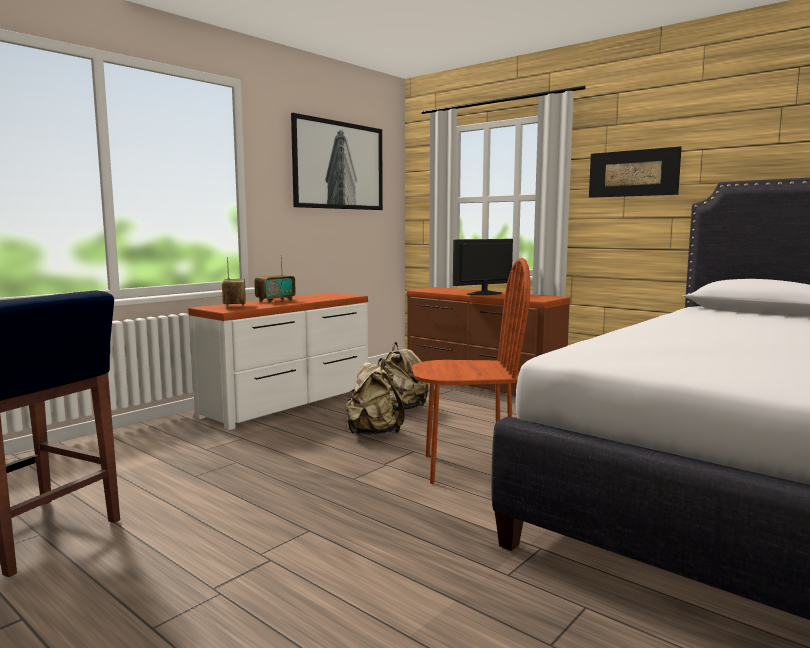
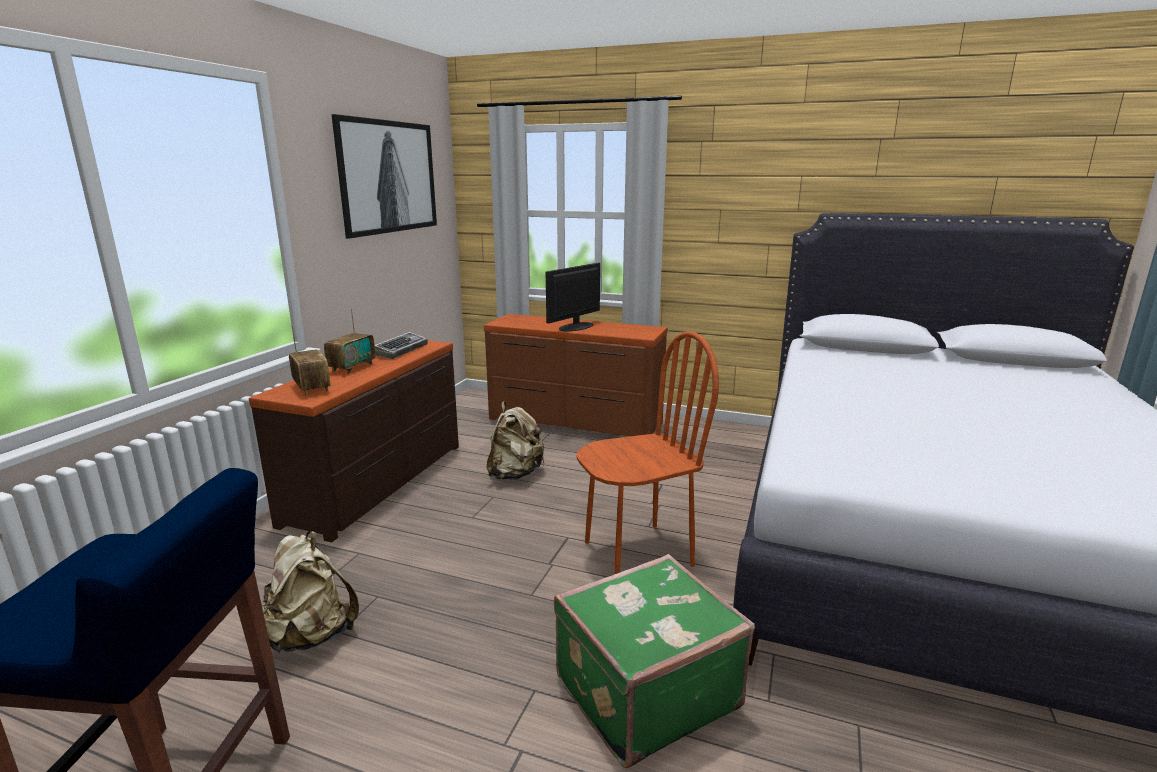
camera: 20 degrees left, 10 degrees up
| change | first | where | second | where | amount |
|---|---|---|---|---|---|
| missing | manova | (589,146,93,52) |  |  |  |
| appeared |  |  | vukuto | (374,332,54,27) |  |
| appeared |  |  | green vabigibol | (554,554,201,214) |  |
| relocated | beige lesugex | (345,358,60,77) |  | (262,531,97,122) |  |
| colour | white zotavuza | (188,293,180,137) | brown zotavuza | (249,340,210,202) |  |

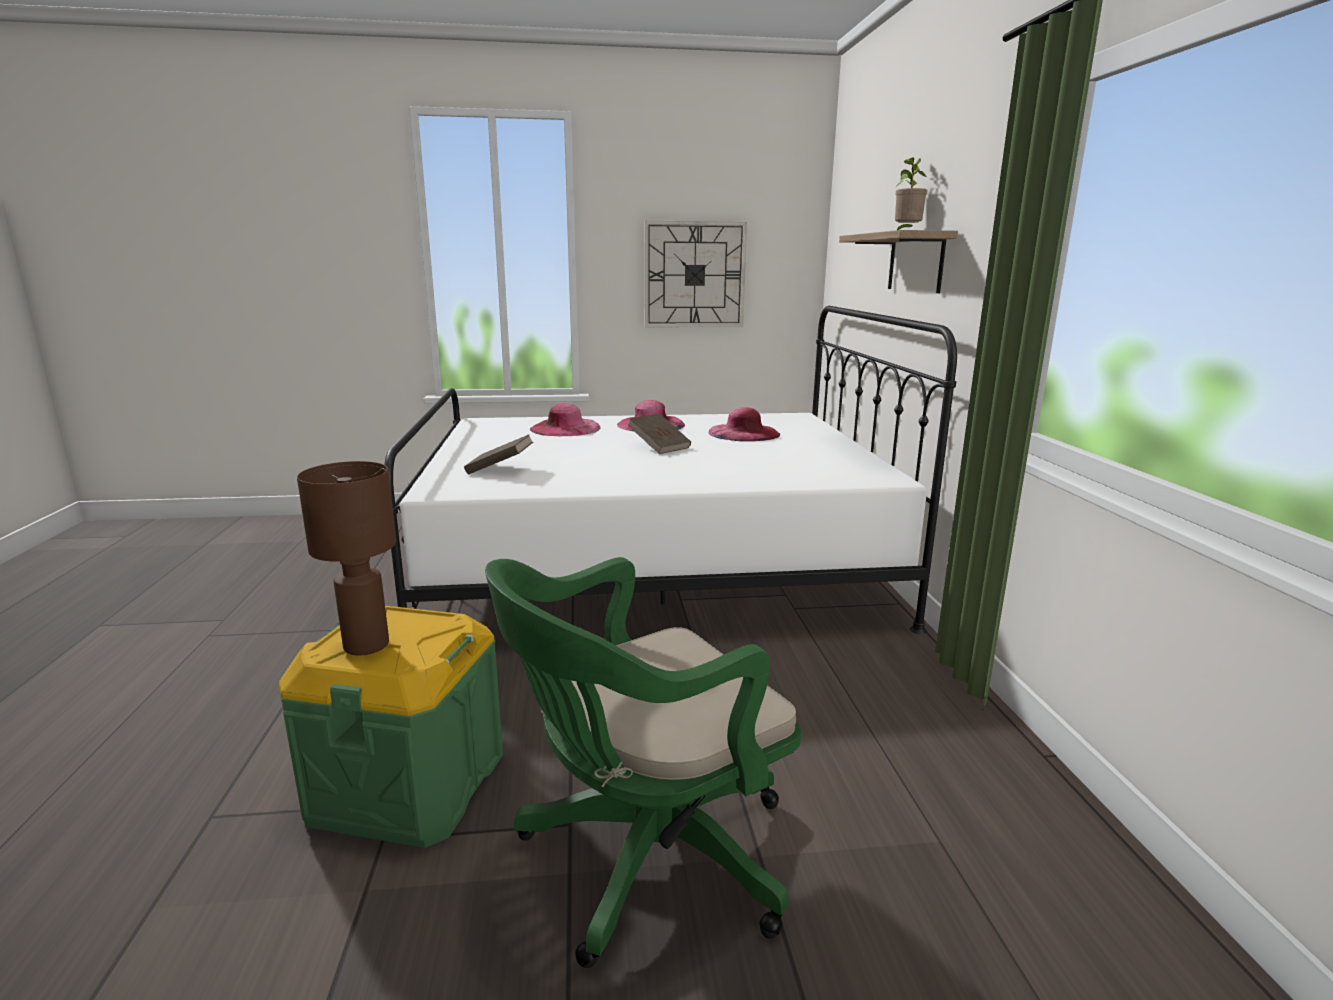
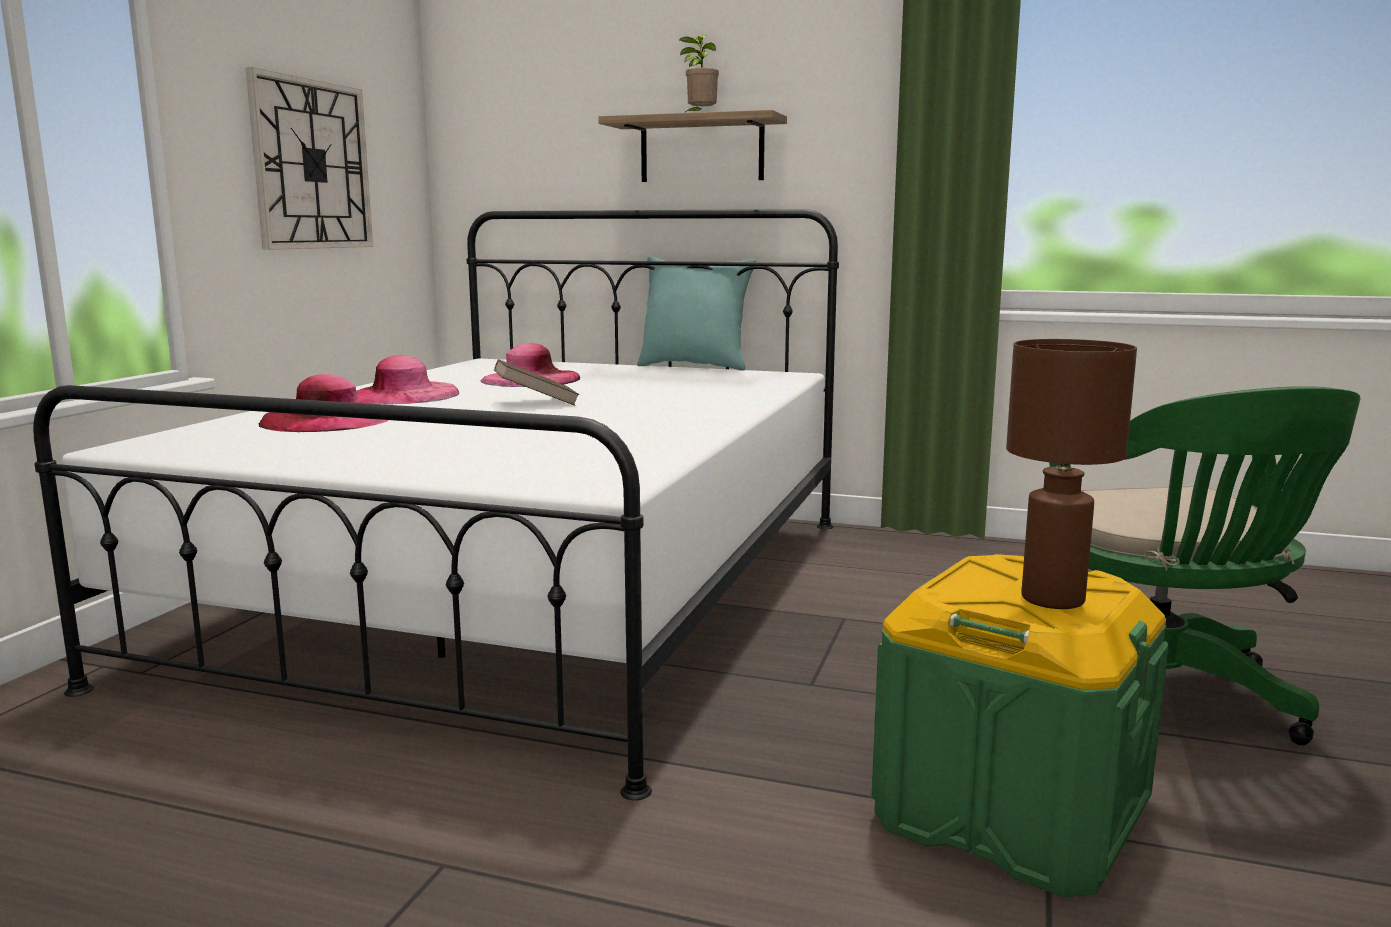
camera: 65 degrees left, 5 degrees down
| change | first | where | second | where | amount |
|---|---|---|---|---|---|
| missing | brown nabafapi | (464,434,69,41) |  |  |  |
| appeared |  |  | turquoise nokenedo | (637,257,119,114) |  |

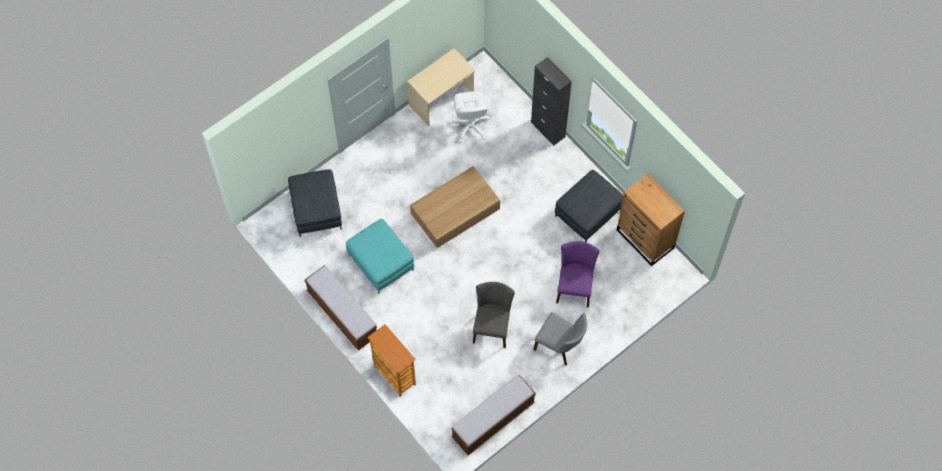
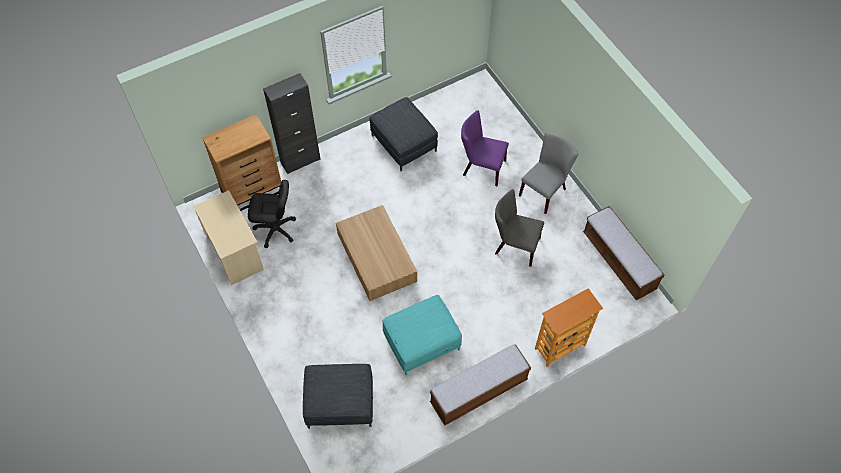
camera: 80 degrees left, 5 degrees down
| change | first | where | second | where | amount |
|---|---|---|---|---|---|
| relocated | brown zotavuza | (617,174,68,92) |  | (202,114,79,97) |  |
| colour | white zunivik | (450,91,40,52) | black zunivik | (248,180,48,68) |  |

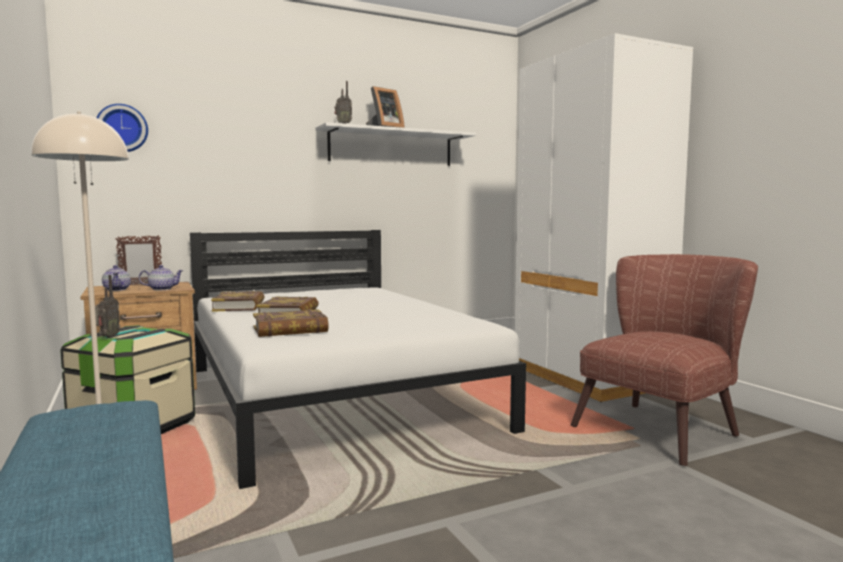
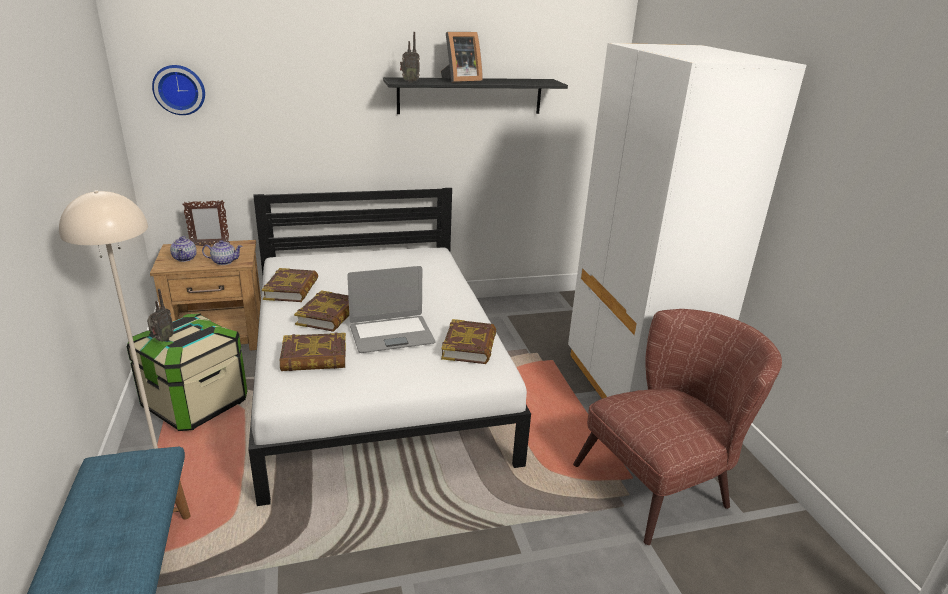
camera: 10 degrees right, 20 degrees up
| change | first | where | second | where | amount |
|---|---|---|---|---|---|
| appeared |  |  | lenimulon | (347,266,89,87) |  |
| appeared |  |  | nabafapi | (441,319,55,45) |  |
| colour | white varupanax | (315,122,161,44) | black varupanax | (383,77,185,37) |  |

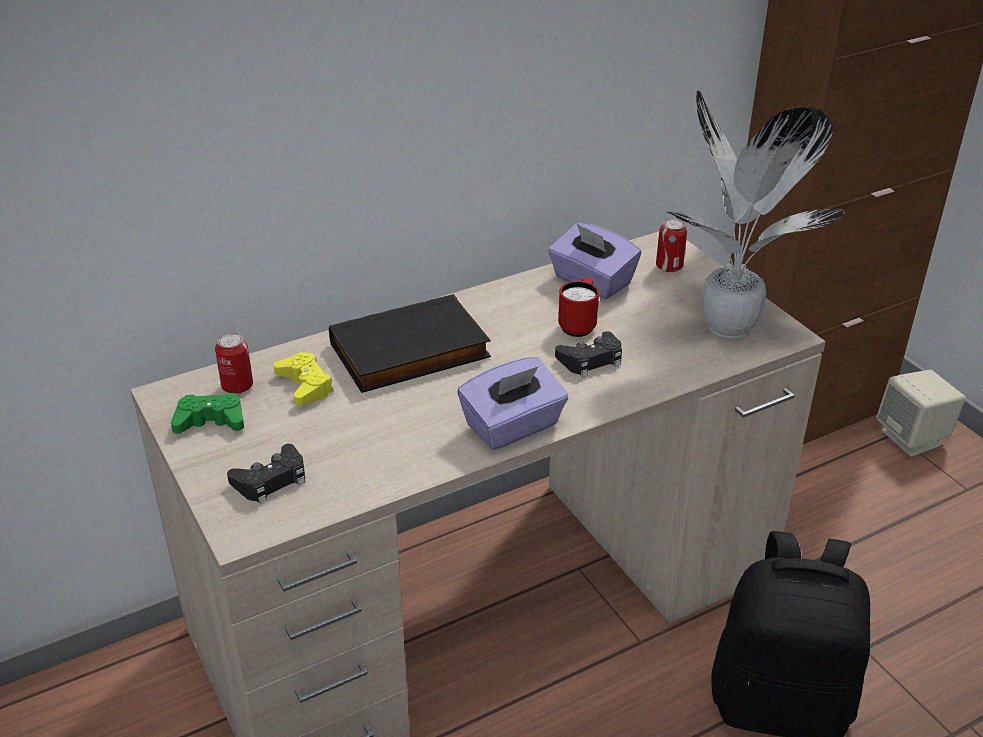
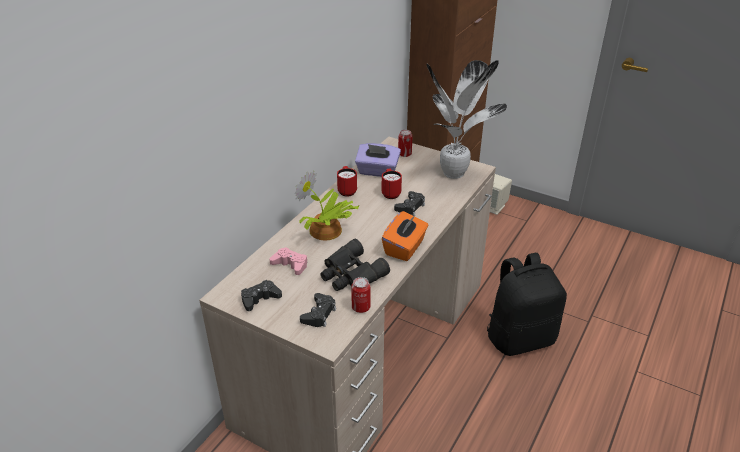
camera: 30 degrees left, 0 degrees up
| change | first | where | second | where | amount |
|---|---|---|---|---|---|
| appeared |  |  | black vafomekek | (320,239,70,52) |  |
| appeared |  |  | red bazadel | (337,166,20,31) |  |
| relocated | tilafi | (215,332,38,62) |  | (351,277,19,36) |  |
| exchanged | black nabafapi | (329,294,162,99) | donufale | (294,171,65,69) |  |
| colour | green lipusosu | (171,393,73,41) | black lipusosu | (241,280,41,31) |  |
| colour | yellow lipusosu | (273,352,61,54) | pink lipusosu | (269,247,39,28) |  |
| colour | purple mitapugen | (457,357,112,93) | orange mitapugen | (382,211,46,50) |  |

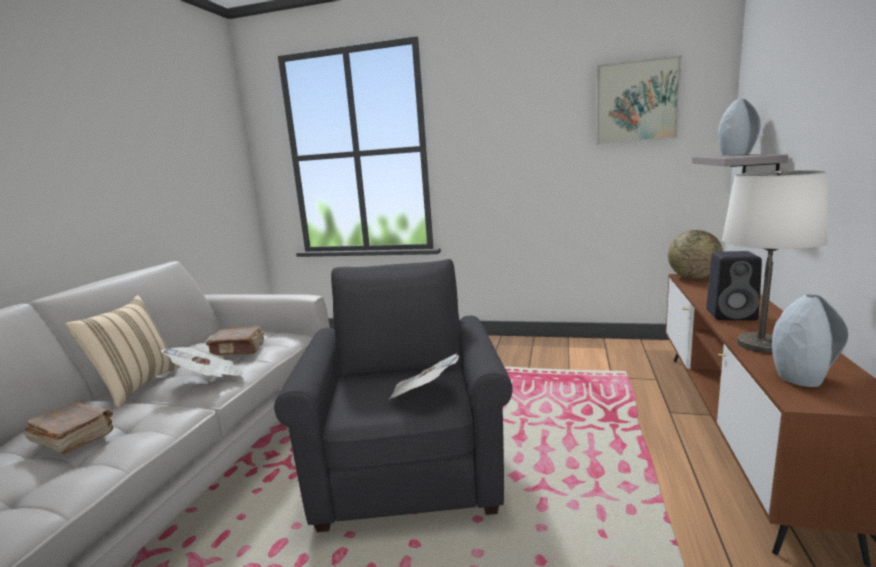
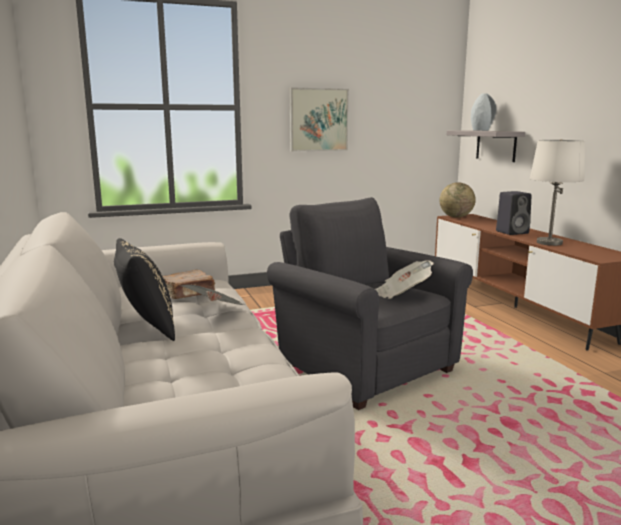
camera: 35 degrees left, 0 degrees up
| change | first | where | second | where | amount |
|---|---|---|---|---|---|
| missing | brown nabafapi | (25,402,88,52) |  |  |  |
| missing | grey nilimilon | (772,294,76,93) |  |  |  |
| relocated | manova | (596,55,86,89) |  | (290,88,59,64) |  |
| colour | beige nokenedo | (65,295,115,113) | black nokenedo | (114,238,61,103) |  |

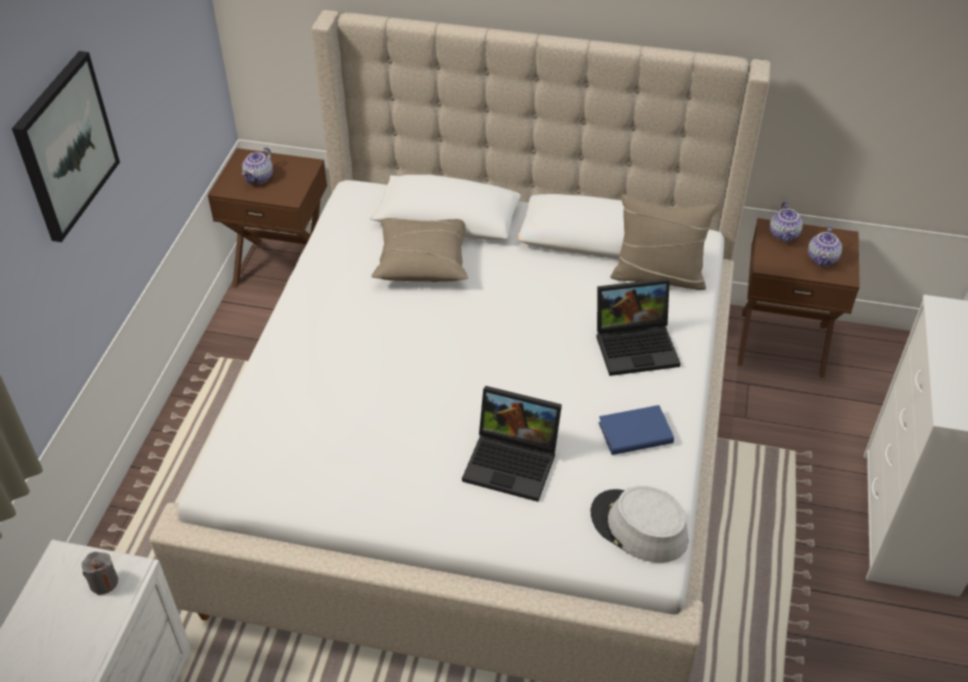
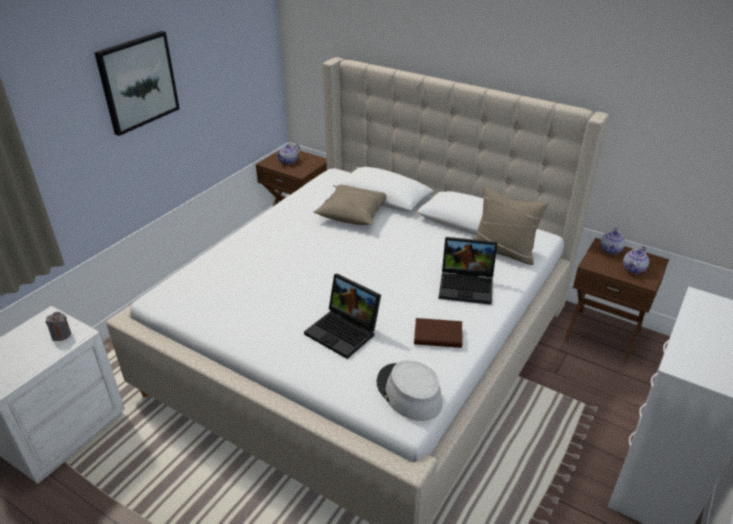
camera: 20 degrees right, 10 degrees down
| change | first | where | second | where | amount |
|---|---|---|---|---|---|
| colour | blue nabafapi | (598,405,76,50) | brown nabafapi | (414,318,49,30) |  |

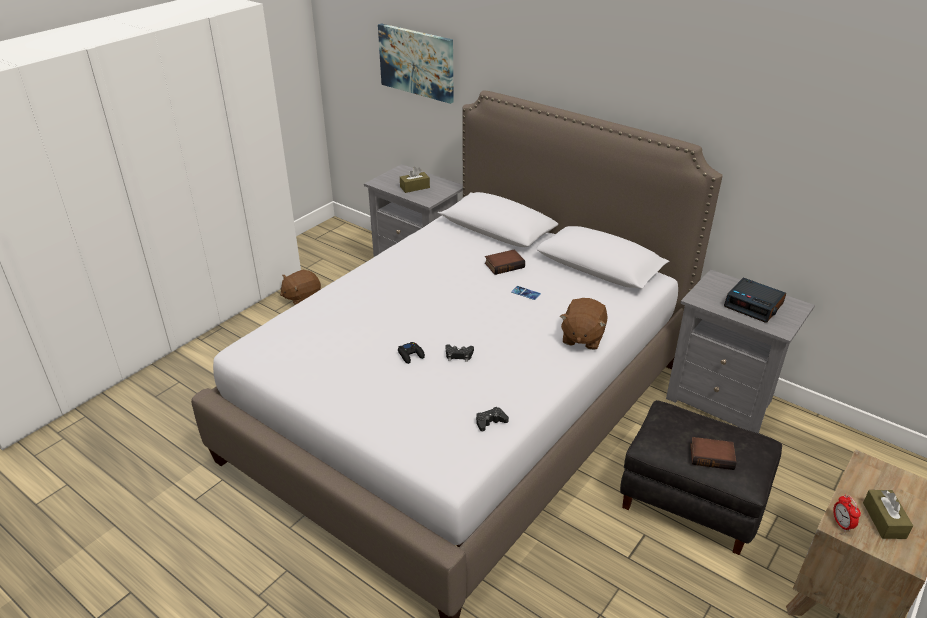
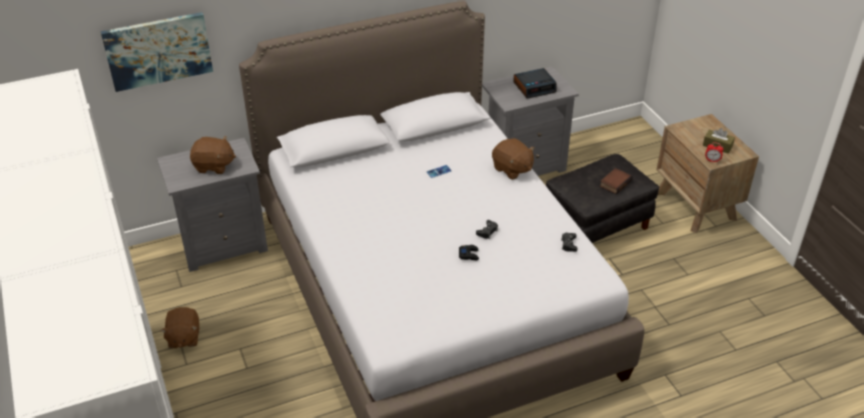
camera: 60 degrees left, 5 degrees up
| change | first | where | second | where | amount |
|---|---|---|---|---|---|
| missing | nabafapi | (485,249,40,26) |  |  |  |
| exchanged | brown mitapugen | (400,167,30,26) | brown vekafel | (190,136,46,38) |  |

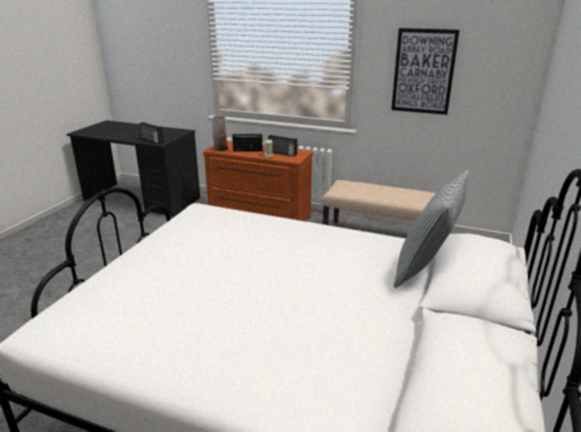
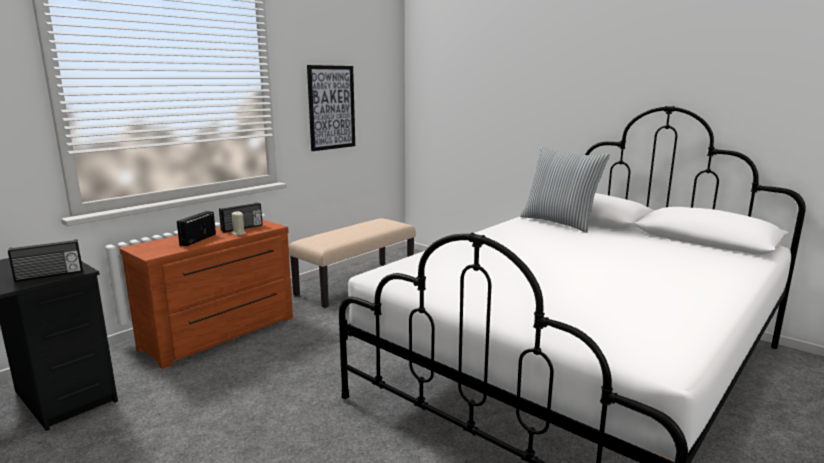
camera: 70 degrees left, 10 degrees down
| change | first | where | second | where | amount |
|---|---|---|---|---|---|
| missing | nilimilon | (212,115,16,36) |  |  |  |

